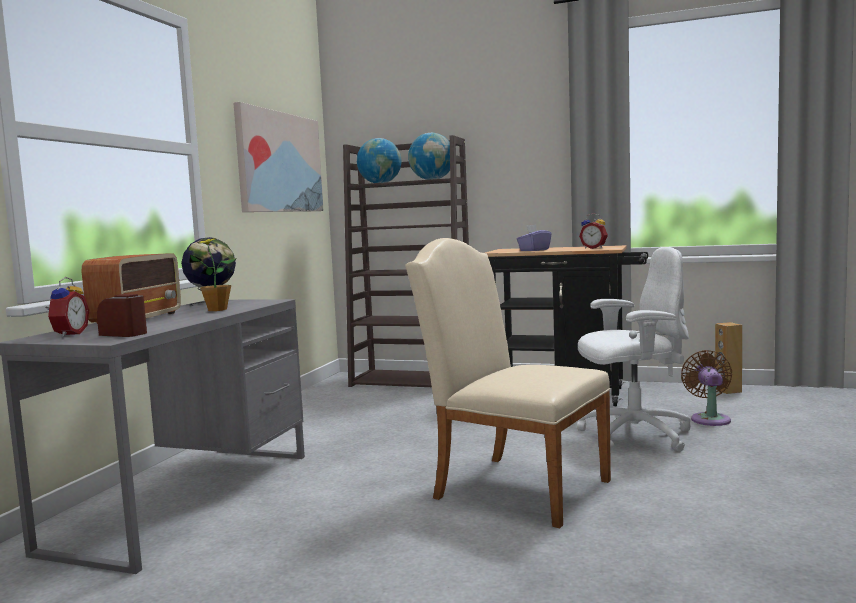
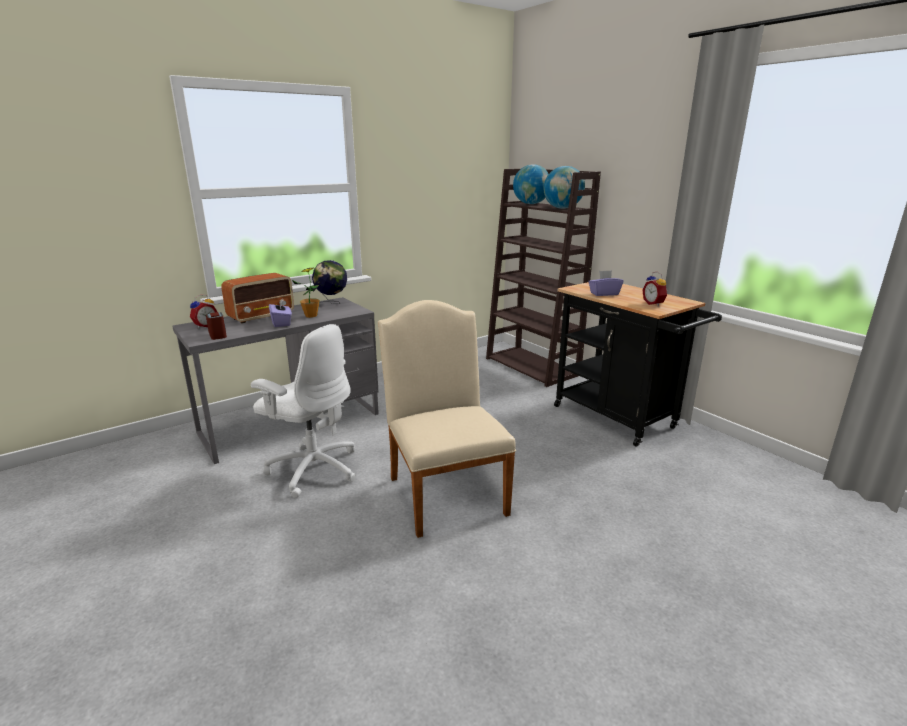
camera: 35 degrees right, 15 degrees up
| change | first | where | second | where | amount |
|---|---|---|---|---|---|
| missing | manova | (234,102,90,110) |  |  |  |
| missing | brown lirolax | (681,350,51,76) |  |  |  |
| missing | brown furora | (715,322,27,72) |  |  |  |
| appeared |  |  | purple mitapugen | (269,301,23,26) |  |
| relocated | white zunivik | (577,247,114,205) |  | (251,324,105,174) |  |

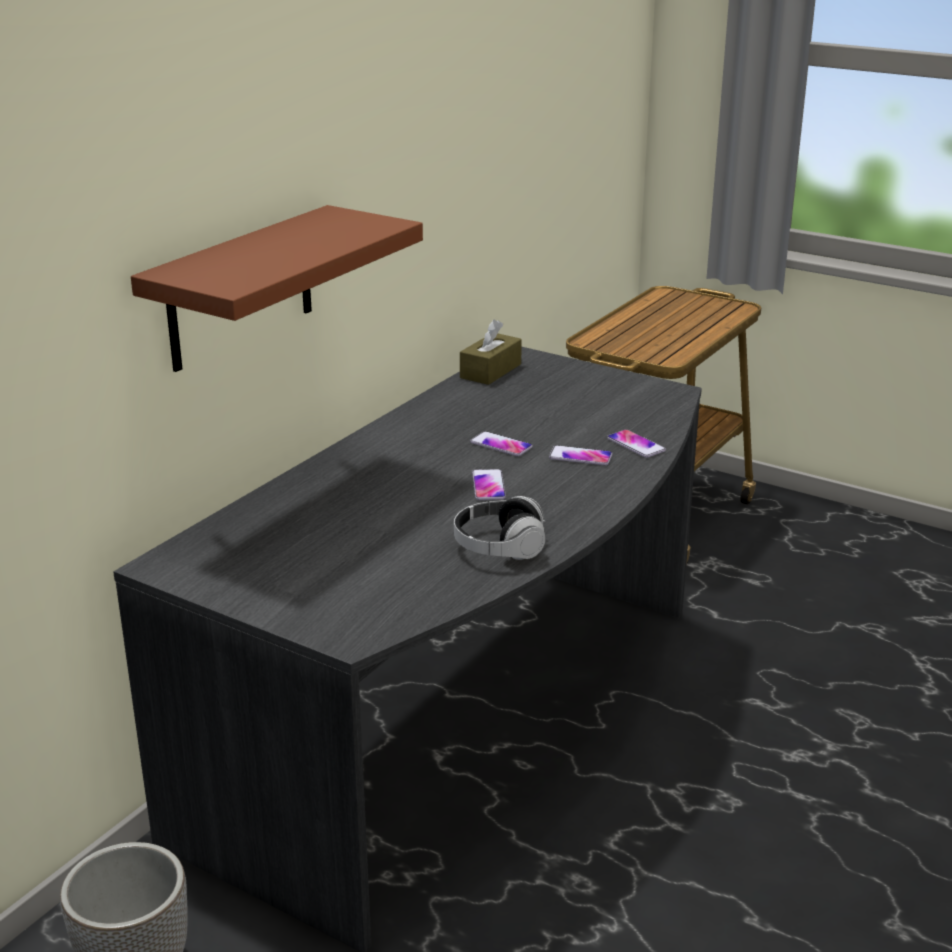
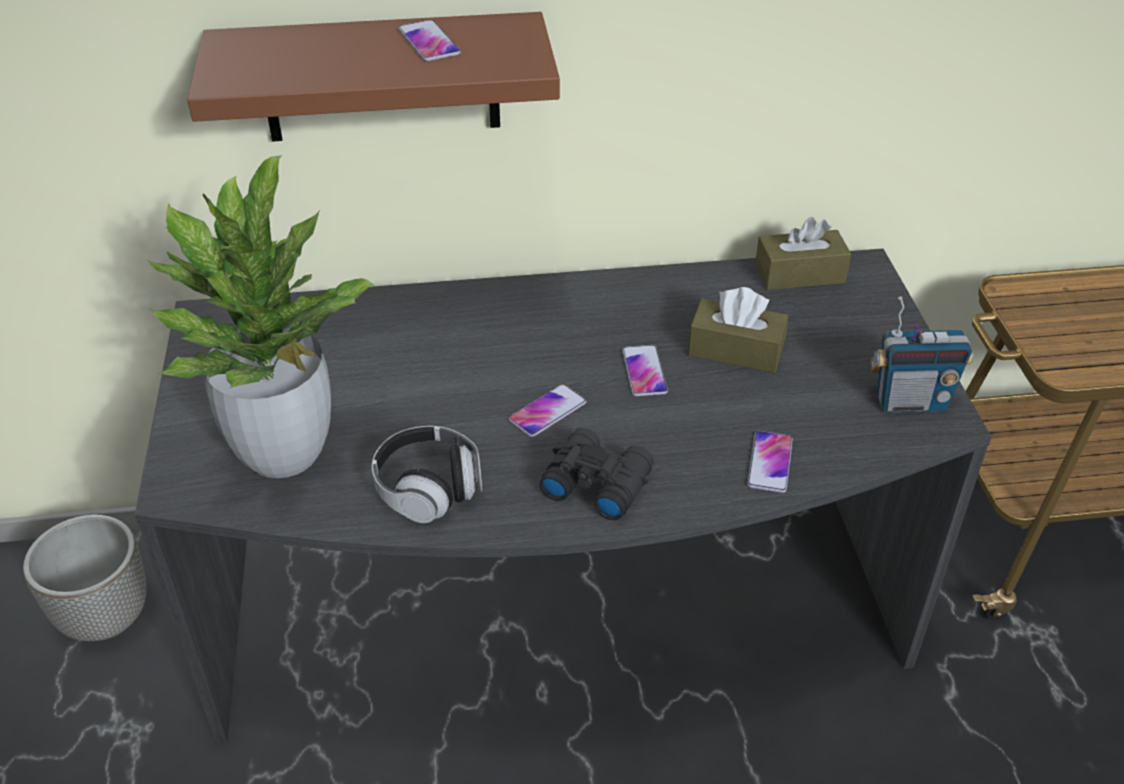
camera: 50 degrees right, 15 degrees up
| change | first | where | second | where | amount |
|---|---|---|---|---|---|
| appeared |  |  | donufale | (148,155,226,323) |  |
| appeared |  |  | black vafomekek | (539,428,115,92) |  |
| appeared |  |  | brown mitapugen | (688,287,100,86) |  |
| appeared |  |  | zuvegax | (870,297,104,115) |  |
| relocated | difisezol | (549,445,63,21) |  | (398,20,63,42) |  |

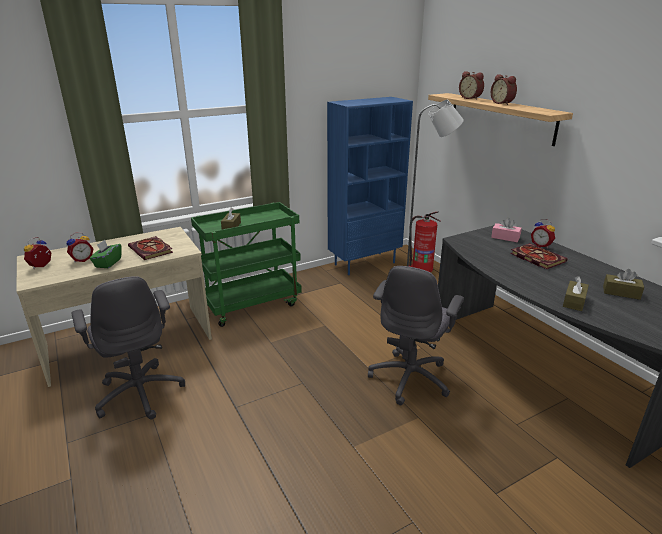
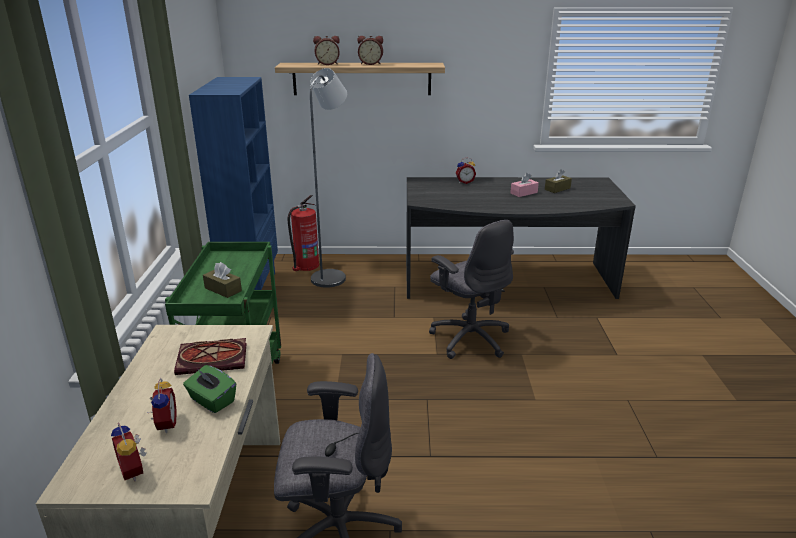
camera: 60 degrees left, 0 degrees up
| change | first | where | second | where | amount |
|---|---|---|---|---|---|
| missing | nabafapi | (510,243,57,26) |  |  |  |
| missing | brown mitapugen | (563,276,26,35) |  |  |  |
| relocated | pink mitapugen | (491,218,31,24) |  | (510,173,29,24) |  |

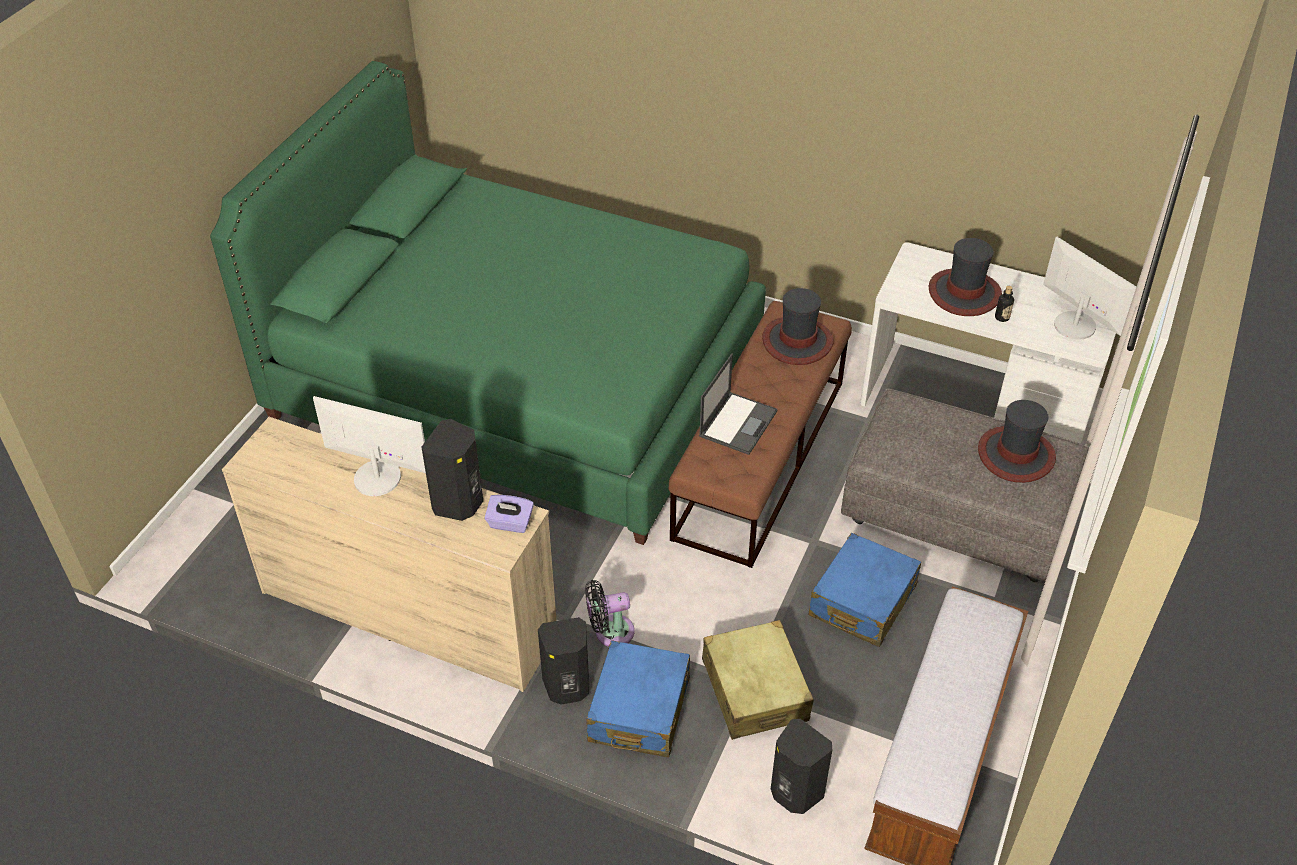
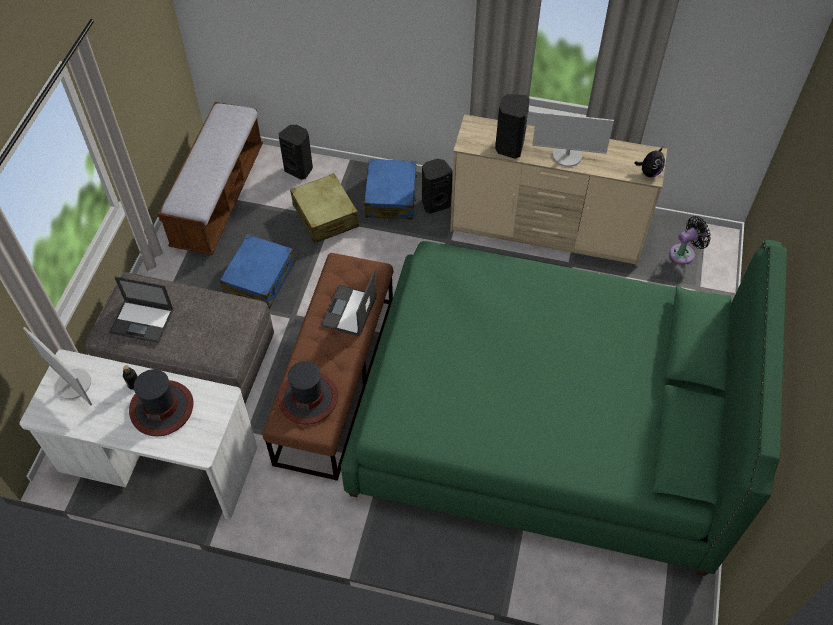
camera: 170 degrees right, 10 degrees up
| change | first | where | second | where | amount |
|---|---|---|---|---|---|
| missing | purple mitapugen | (485,495,49,38) |  |  |  |
| appeared |  |  | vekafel | (634,147,31,30) |  |
| relocated | black lirolax | (585,580,50,67) |  | (669,216,42,48) |  |
| exchanged | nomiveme | (978,400,78,83) | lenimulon | (109,276,65,67) |  |

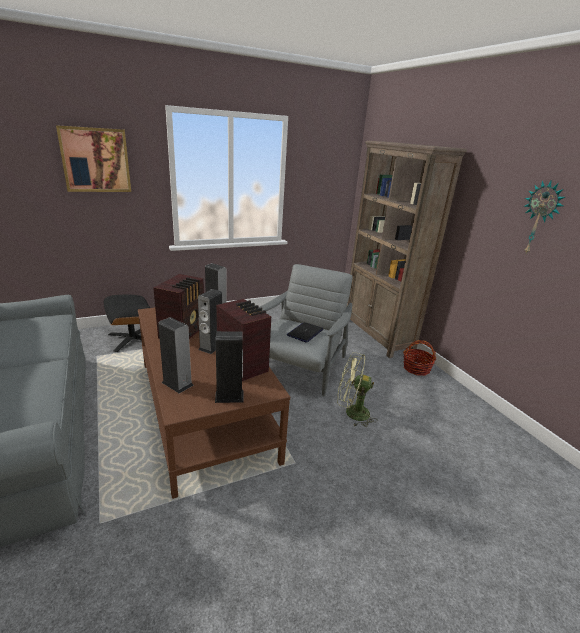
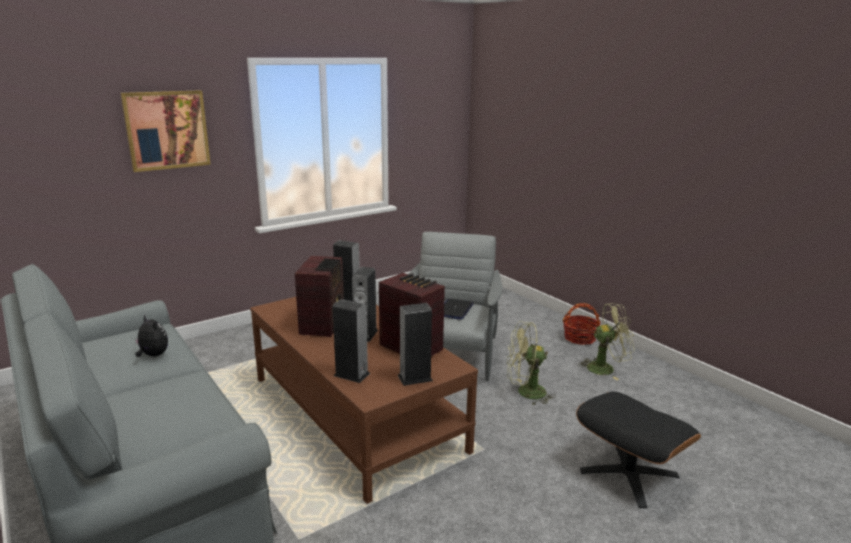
camera: 10 degrees left, 5 degrees down
| change | first | where | second | where | amount |
|---|---|---|---|---|---|
| missing | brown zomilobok | (346,141,121,217) |  |  |  |
| missing | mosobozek | (524,180,41,75) |  |  |  |
| appeared |  |  | vekafel | (135,314,33,43) |  |
| appeared |  |  | green lirolax | (579,303,56,77) |  |
| relocated | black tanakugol | (104,294,46,58) |  | (576,392,125,116) |  |

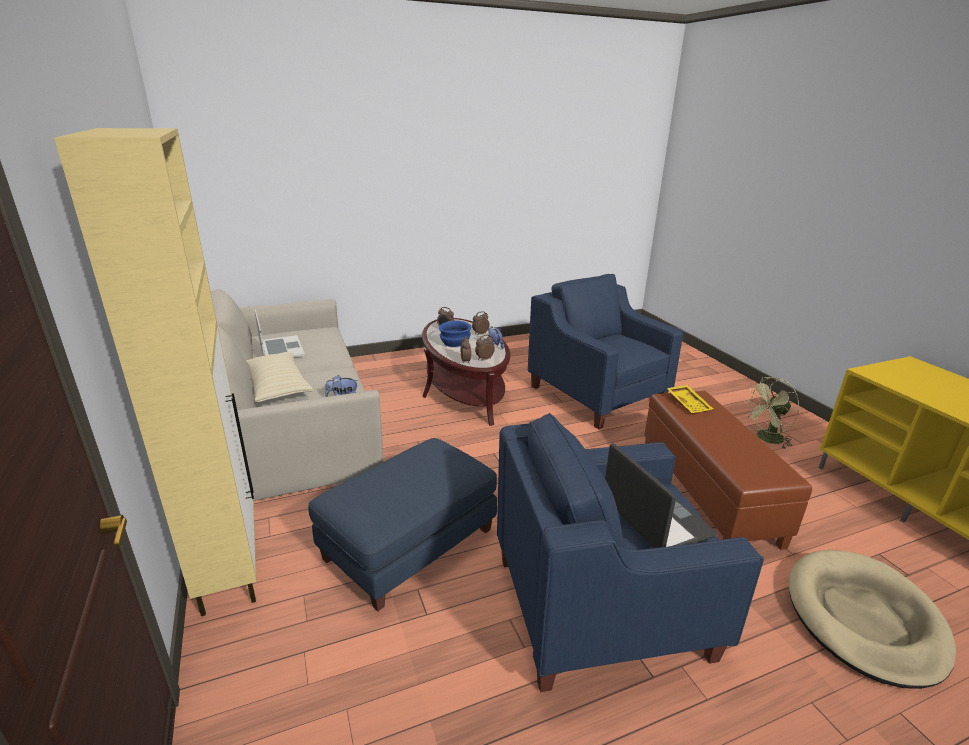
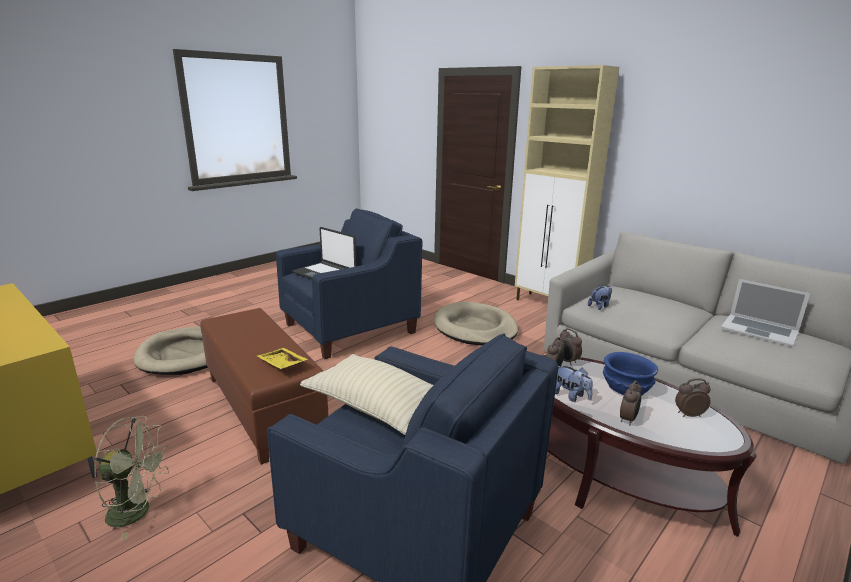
camera: 155 degrees right, 5 degrees down
| change | first | where | second | where | amount |
|---|---|---|---|---|---|
| relocated | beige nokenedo | (246,352,68,50) |  | (300,354,134,81) |  |
| exchanged | blue tanakugol | (308,438,189,173) | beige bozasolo | (434,302,84,44) |  |
| spun | green lirolax | (744,377,55,72) |  | (94,416,75,124) | 45 degrees clockwise |

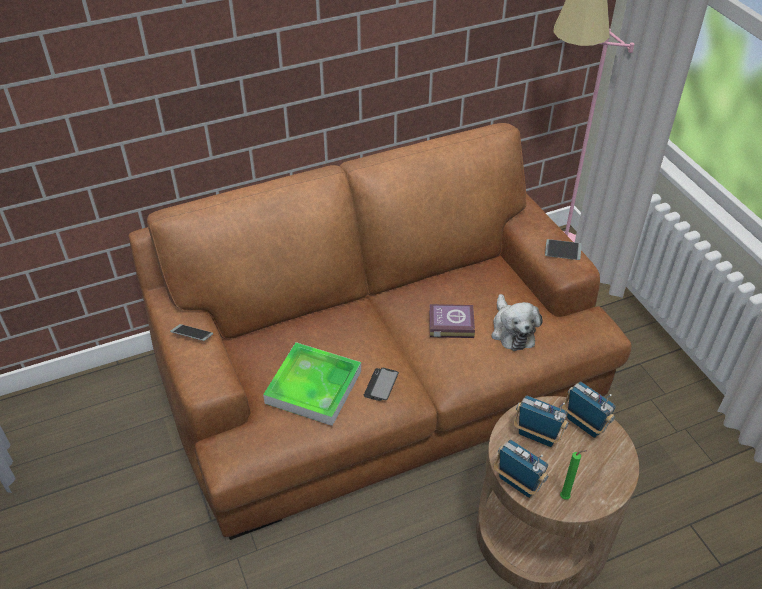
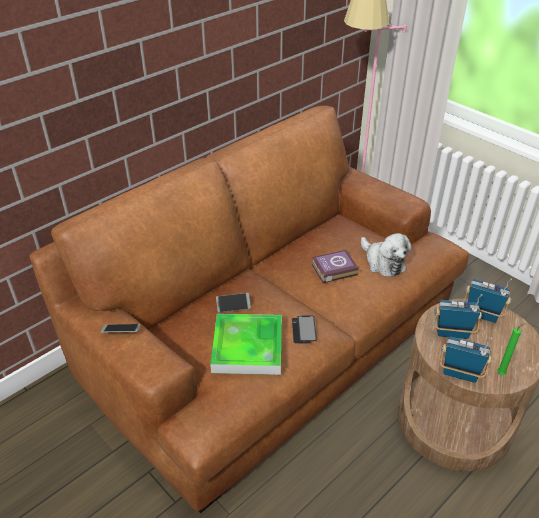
camera: 20 degrees left, 5 degrees down
| change | first | where | second | where | amount |
|---|---|---|---|---|---|
| relocated | difisezol | (545,239,37,21) |  | (216,293,35,20) |  |

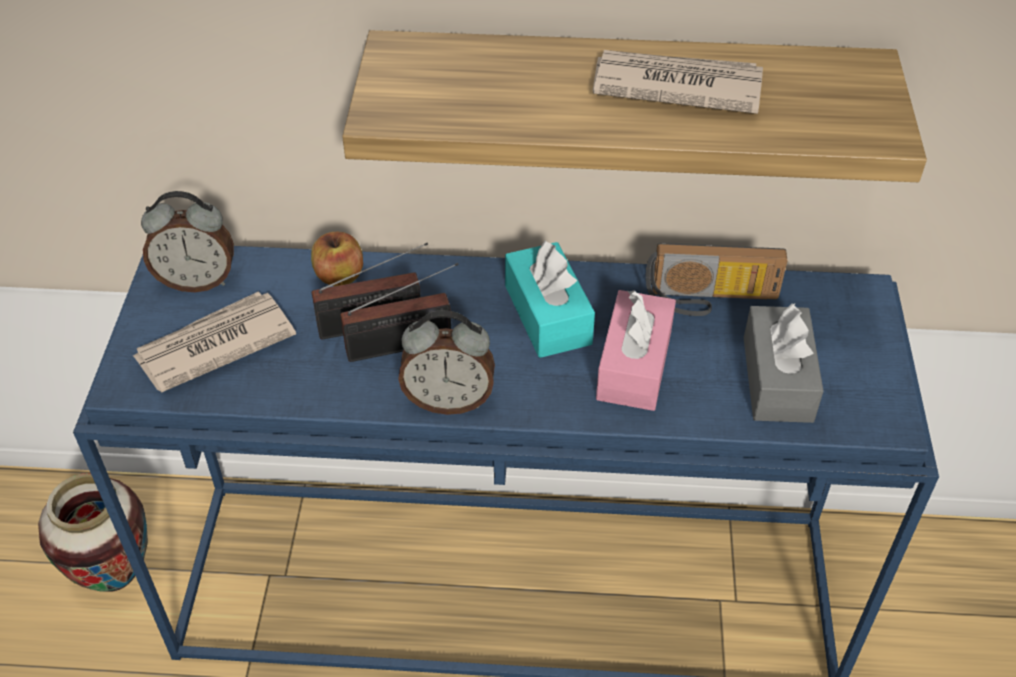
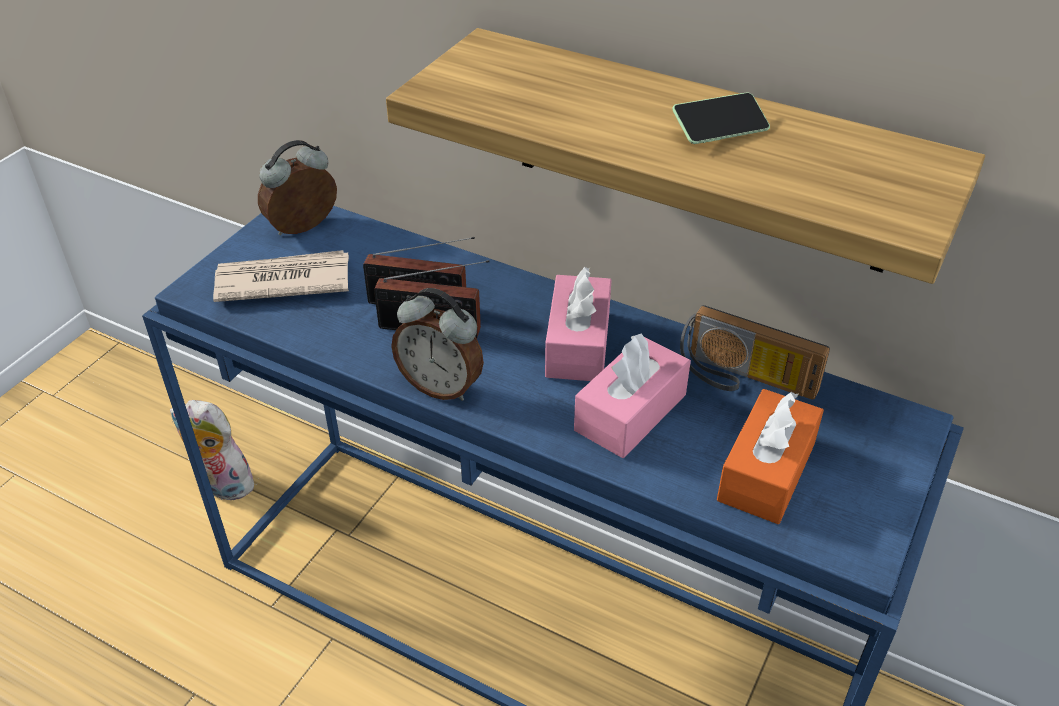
camera: 25 degrees right, 5 degrees down
| change | first | where | second | where | amount |
|---|---|---|---|---|---|
| missing | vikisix | (311,232,52,54) |  |  |  |
| exchanged | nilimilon | (38,473,110,119) | vekafel | (170,400,87,100) |  |
| exchanged | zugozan | (593,50,170,64) | difisezol | (672,92,98,52) |  |
| colour | turquoise mitapugen | (505,240,90,118) | pink mitapugen | (545,267,67,114) |  |
| colour | grey mitapugen | (744,302,79,121) | orange mitapugen | (717,389,107,135) |  |
| spun | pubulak | (141,191,93,101) |  | (258,140,79,95) | 120 degrees clockwise |

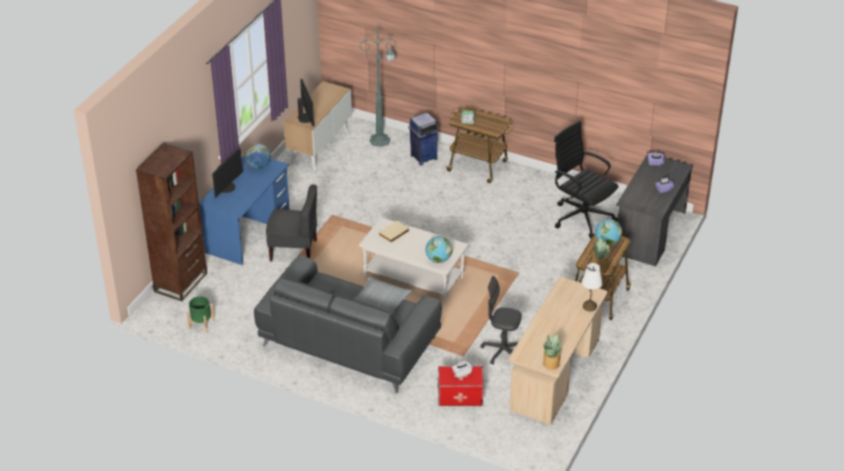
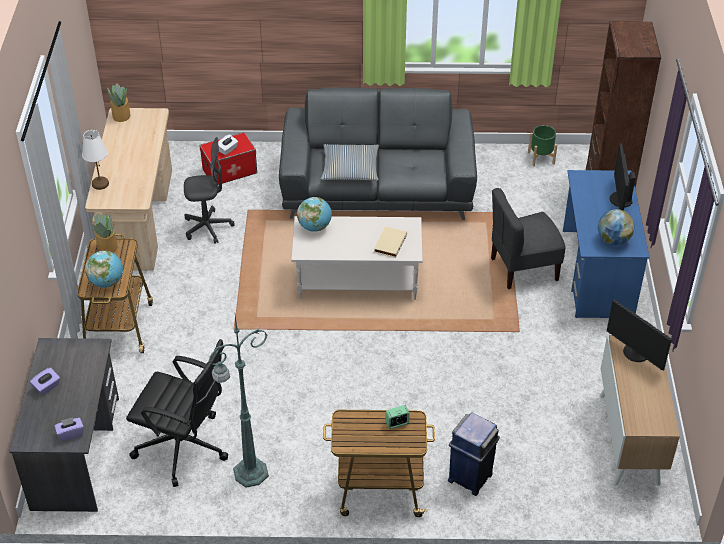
camera: 155 degrees right, 5 degrees up
| change | first | where | second | where | amount |
|---|---|---|---|---|---|
| relocated | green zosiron | (359,21,37,126) |  | (209,316,60,172) |  |

